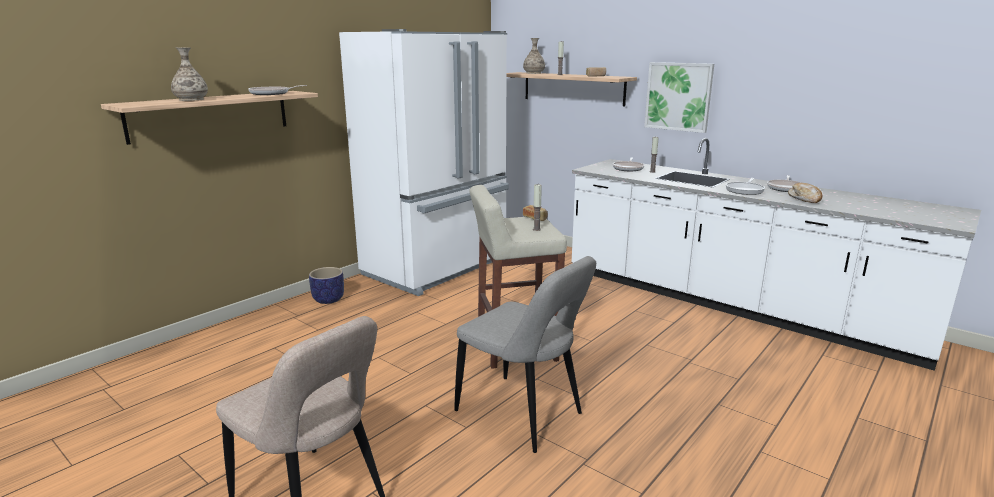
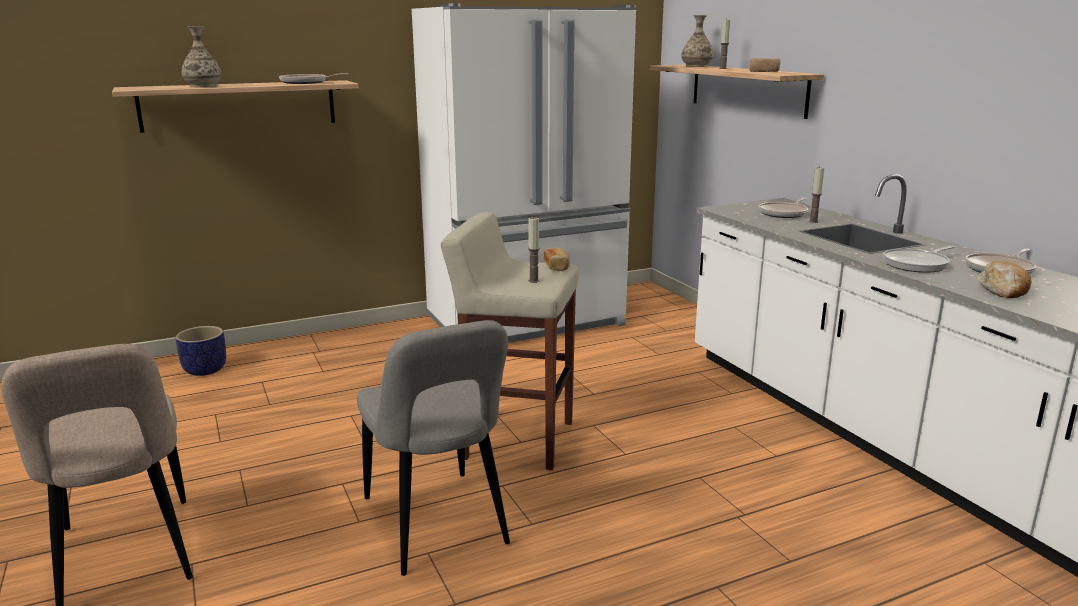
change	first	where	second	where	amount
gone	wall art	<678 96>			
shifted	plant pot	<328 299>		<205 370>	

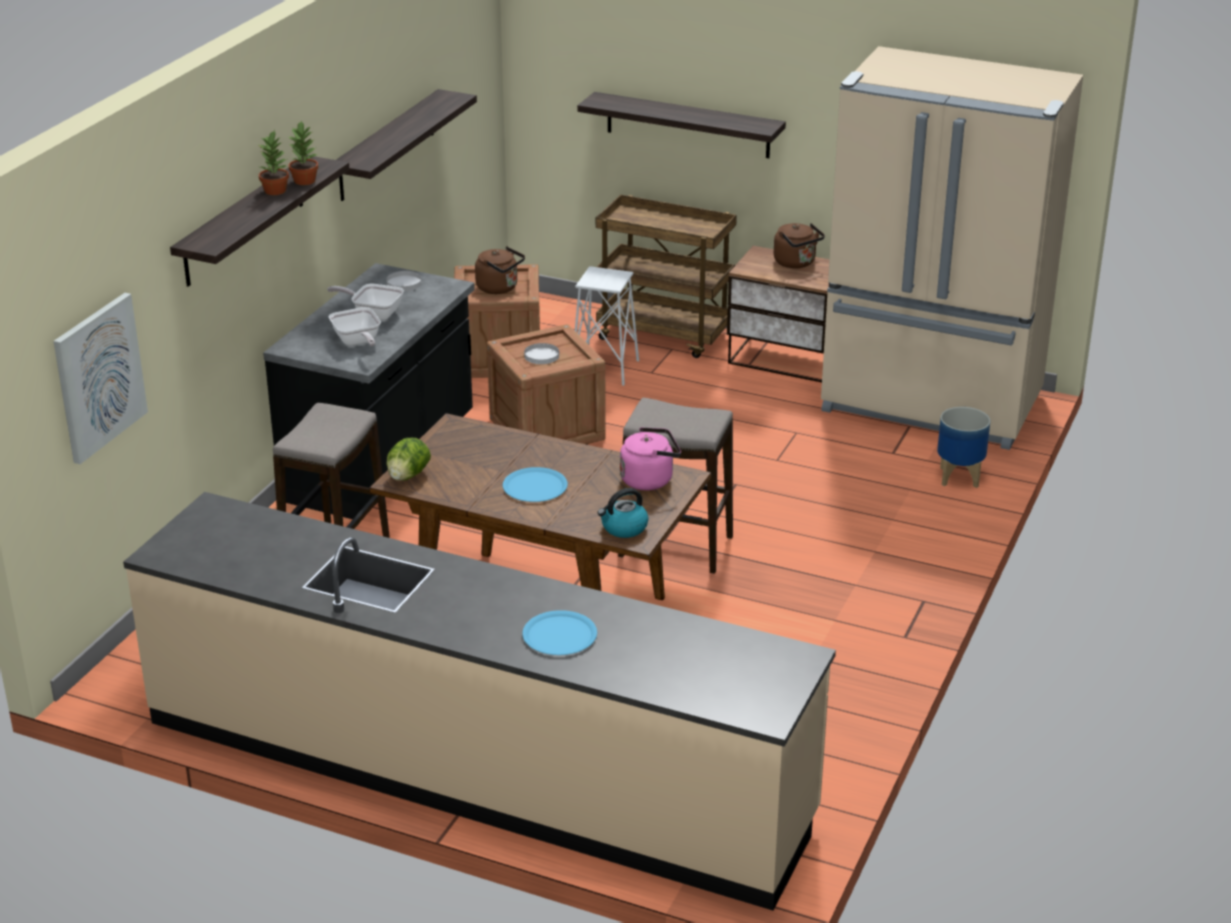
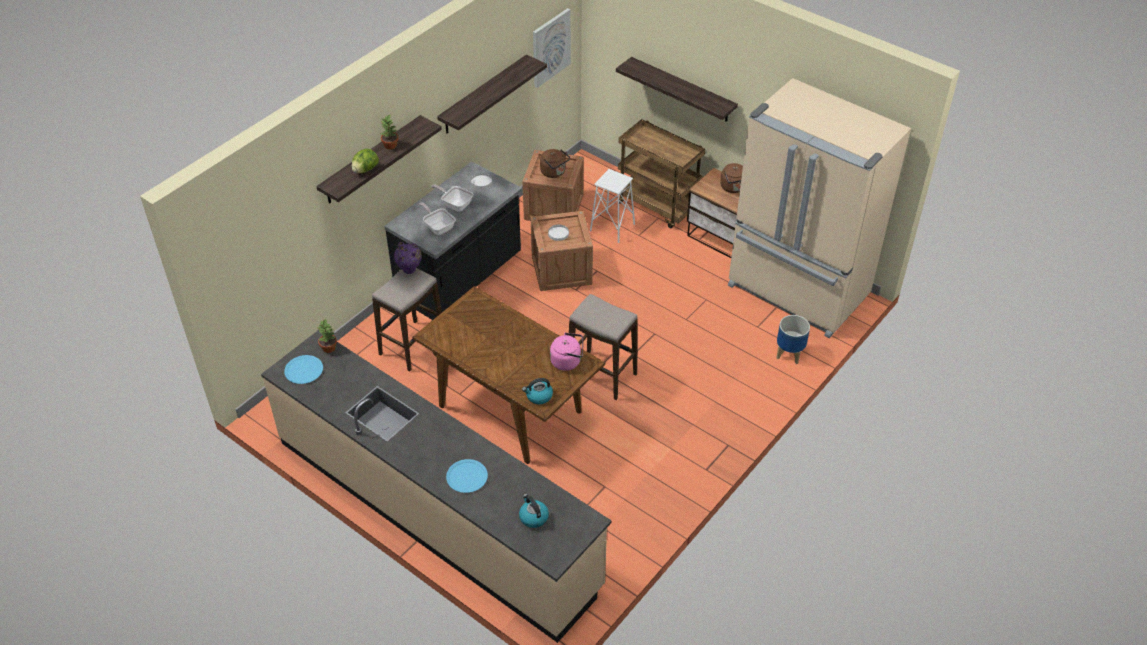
change	first	where	second	where	amount
shifted	houseplant	<305 181>		<329 348>	
shifted	wall art	<99 377>		<550 47>	
rotated	skillet	<357 342>		<438 227>	150 degrees clockwise
shifted	head of lettuce	<408 476>		<365 170>	
shifted	blue-coloured flat dish	<535 486>		<304 370>	
new			purplish decorative vase	<410 271>	
new			water kettle	<533 517>	

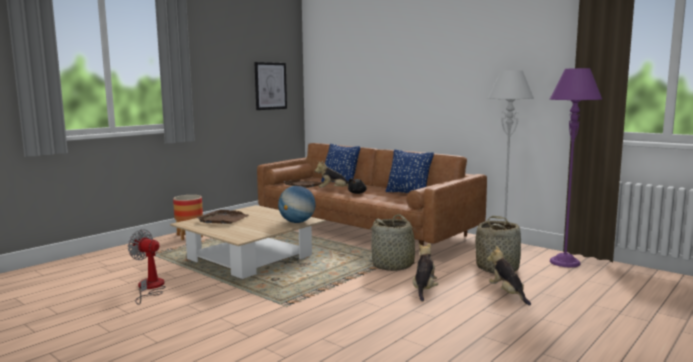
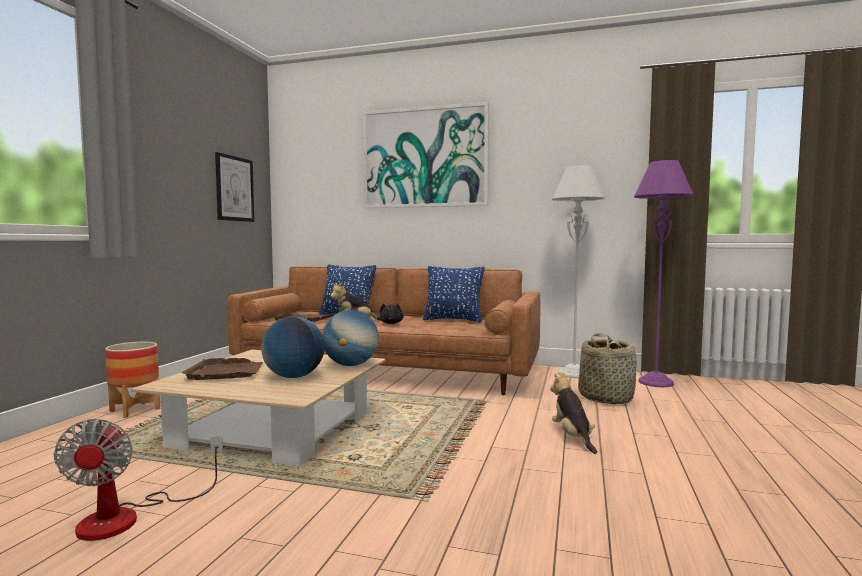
change	first	where	second	where	amount
gone	household basket	<393 265>			
rotated	cooling fan	<150 288>		<129 517>	105 degrees counterclockwise
gone	cuddly toy	<507 294>			
new			wall art	<425 158>	
new			world globe	<294 377>	

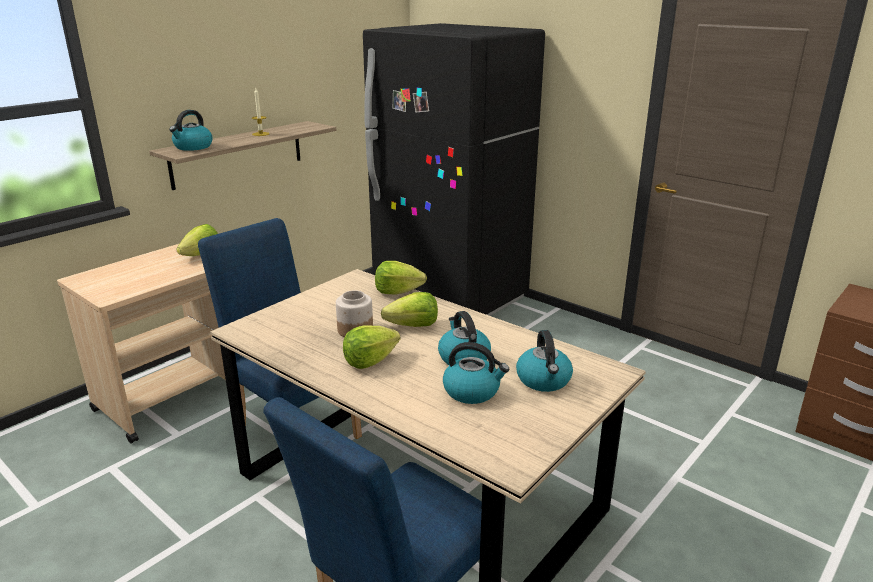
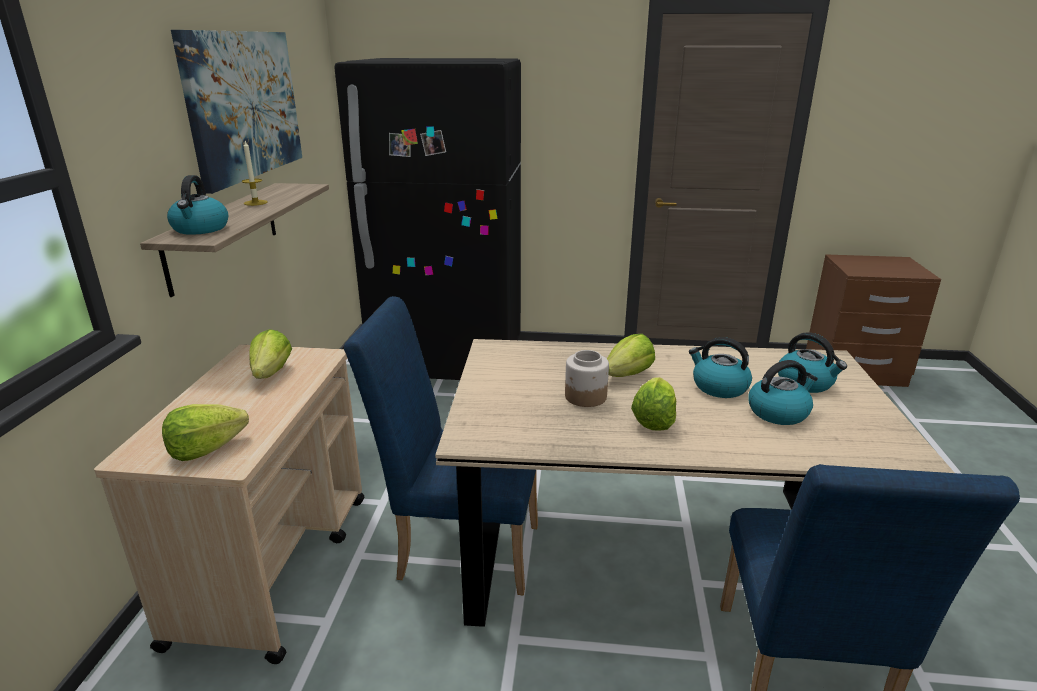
change	first	where	second	where	amount
shifted	head of lettuce	<397 291>		<206 449>	
new			wall art	<244 105>	

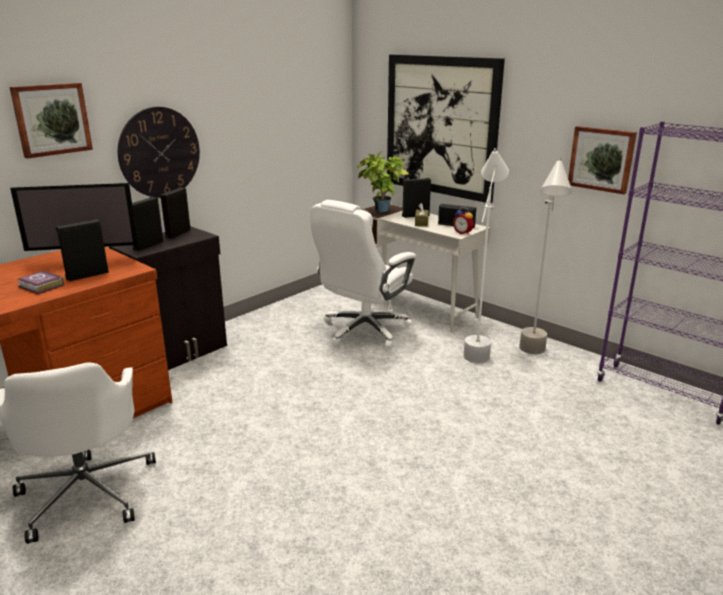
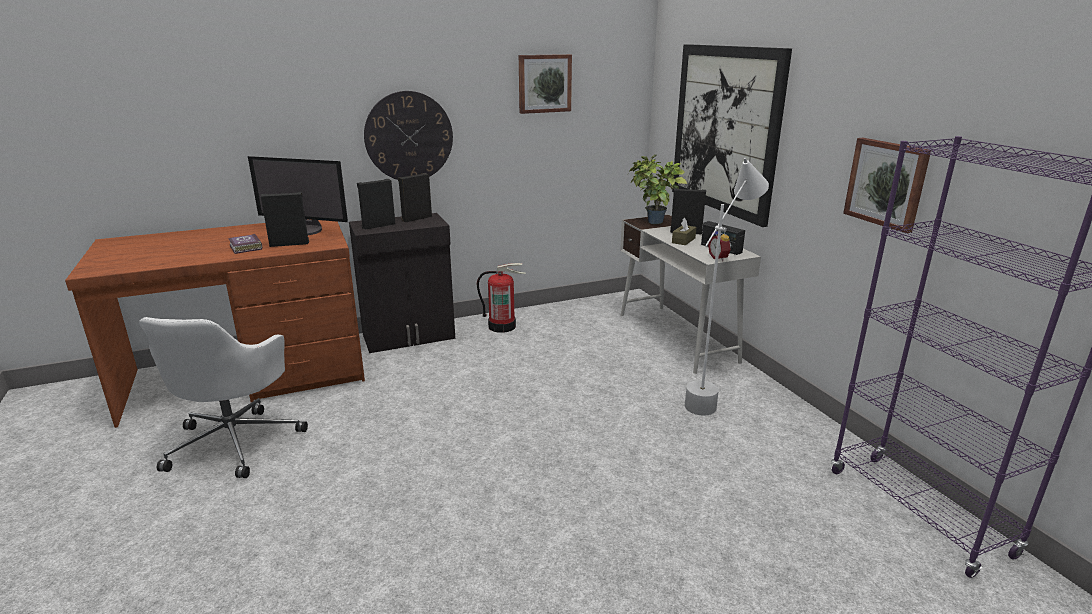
change	first	where	second	where	amount
shifted	wall art	<51 119>		<544 83>	
gone	grey standard lamp	<533 358>			
gone	white computer chair	<363 330>			
new			fire extinguisher	<502 326>	

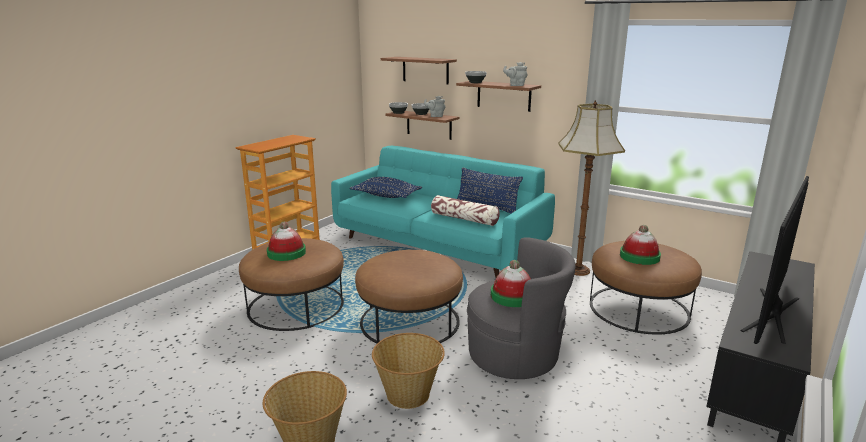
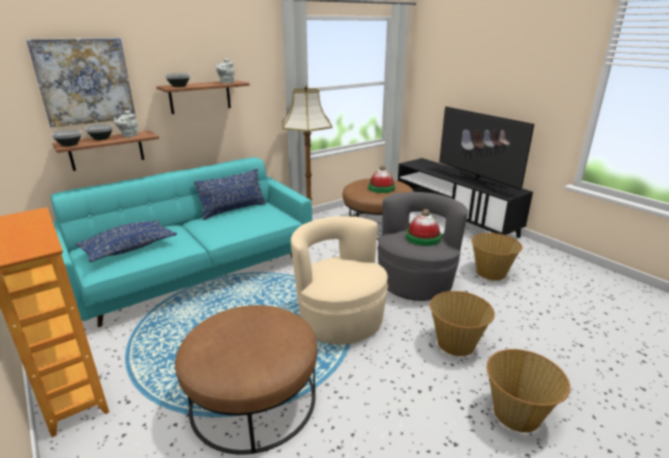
change	first	where	second	where	amount
swapped	wall shelf	<425 70>	wall art	<85 81>	
gone	pillow	<464 219>			
gone	hat	<286 253>			
swapped	brownish ottoman	<410 321>	beige lounge chair	<340 320>	
new			household basket	<491 272>	

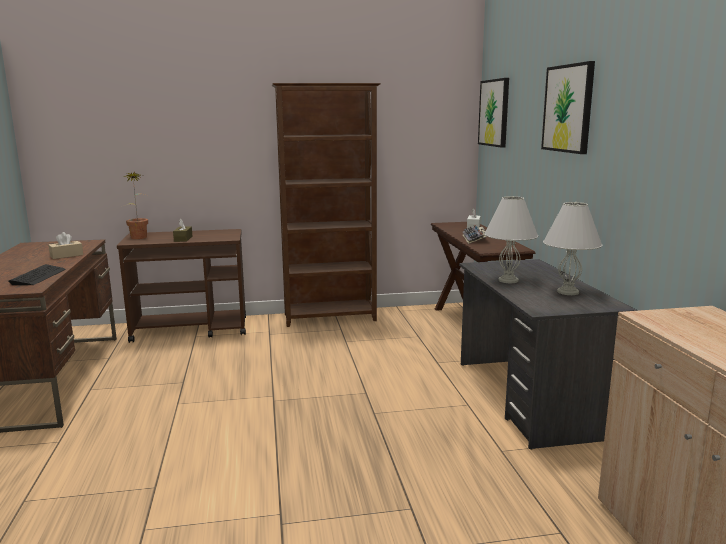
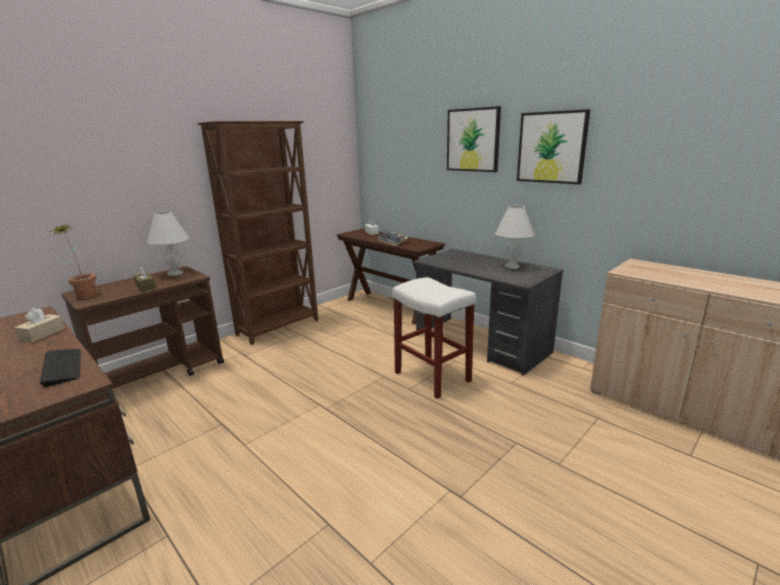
change	first	where	second	where	amount
shifted	wall art	<494 113>		<551 147>	
shifted	white tabletop lamp	<507 280>		<175 273>	
new			white stool	<431 376>	

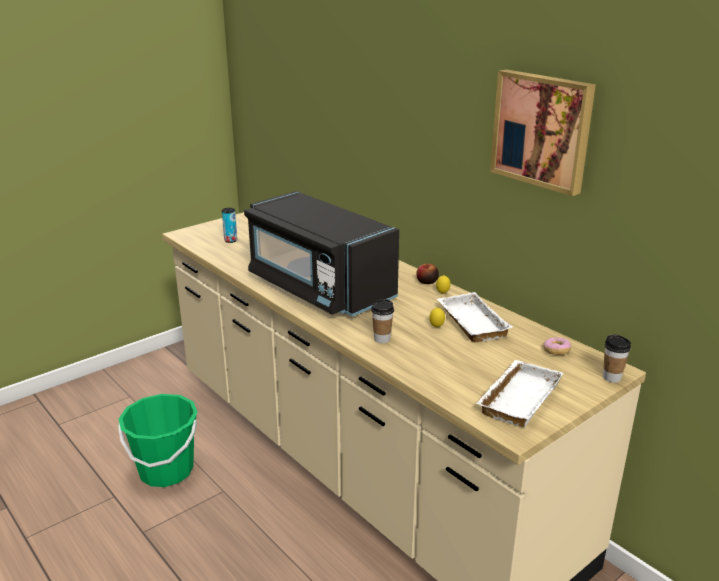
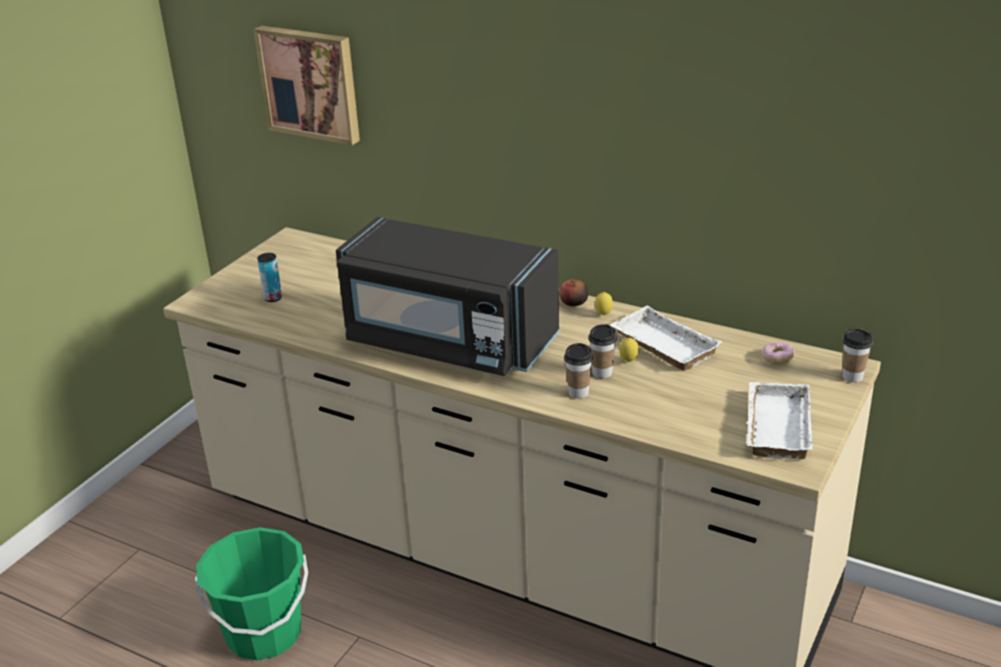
change	first	where	second	where	amount
shifted	wall art	<542 130>		<311 83>	
new			drinking cup	<602 373>	

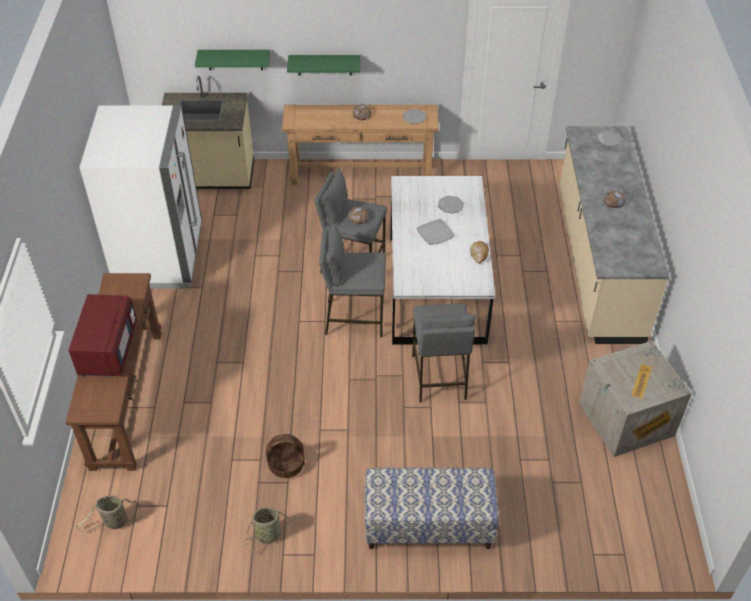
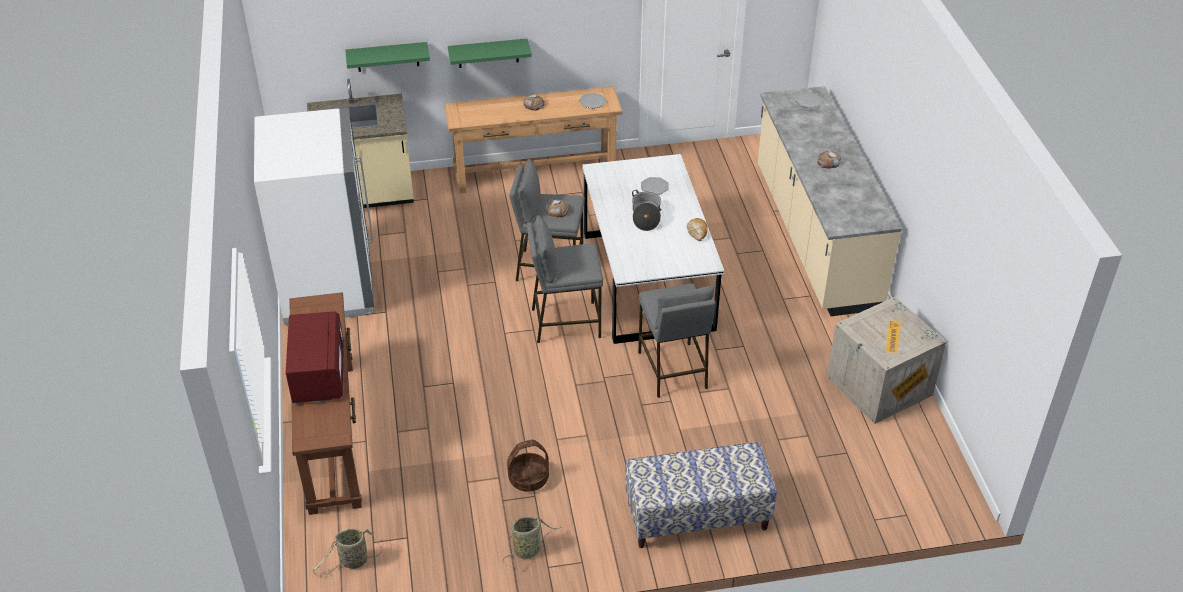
change	first	where	second	where	amount
swapped	flat dish	<436 233>	saucepot	<646 216>	

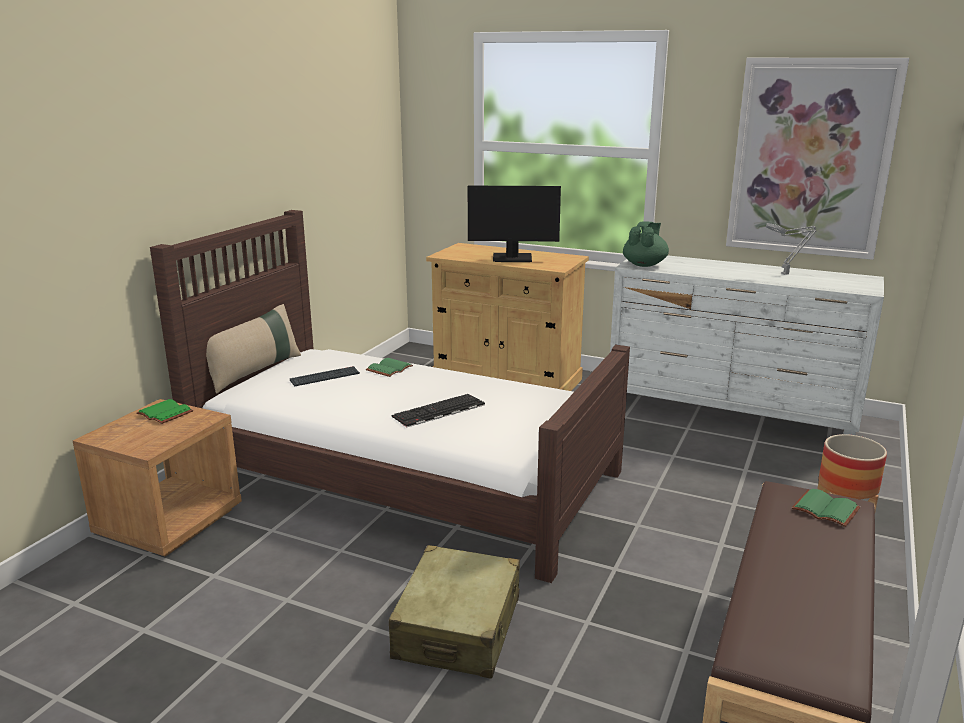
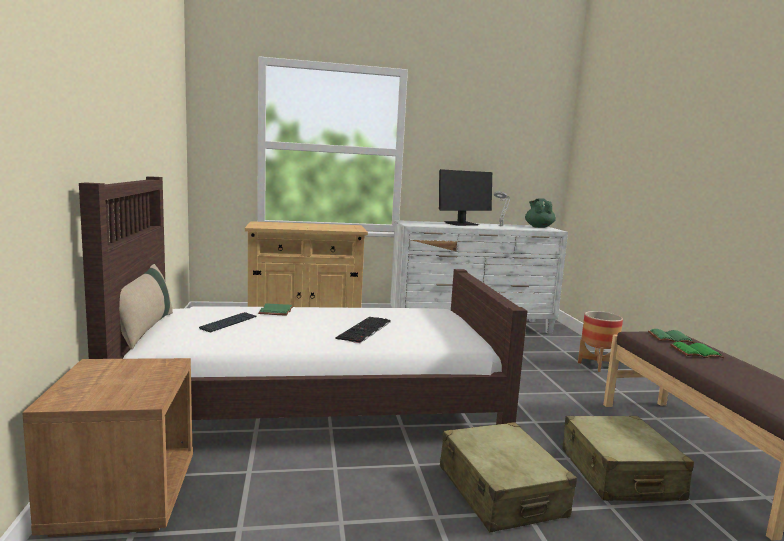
change	first	where	second	where	amount
gone	wall art	<811 158>			
shifted	computer display	<512 258>		<461 224>	
shifted	green pot for tea	<644 264>		<538 227>	
shifted	green volume	<163 414>		<696 353>	
new			beige piece of luggage	<619 474>	

